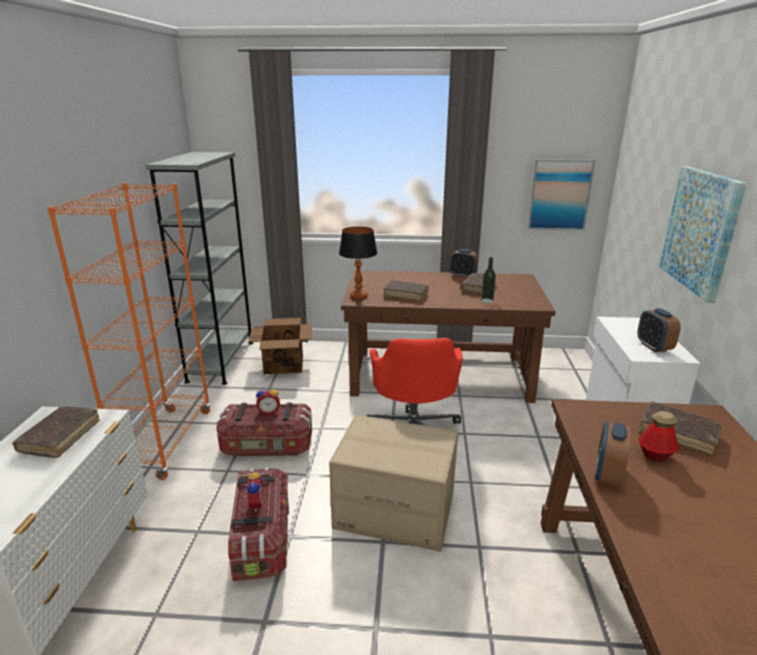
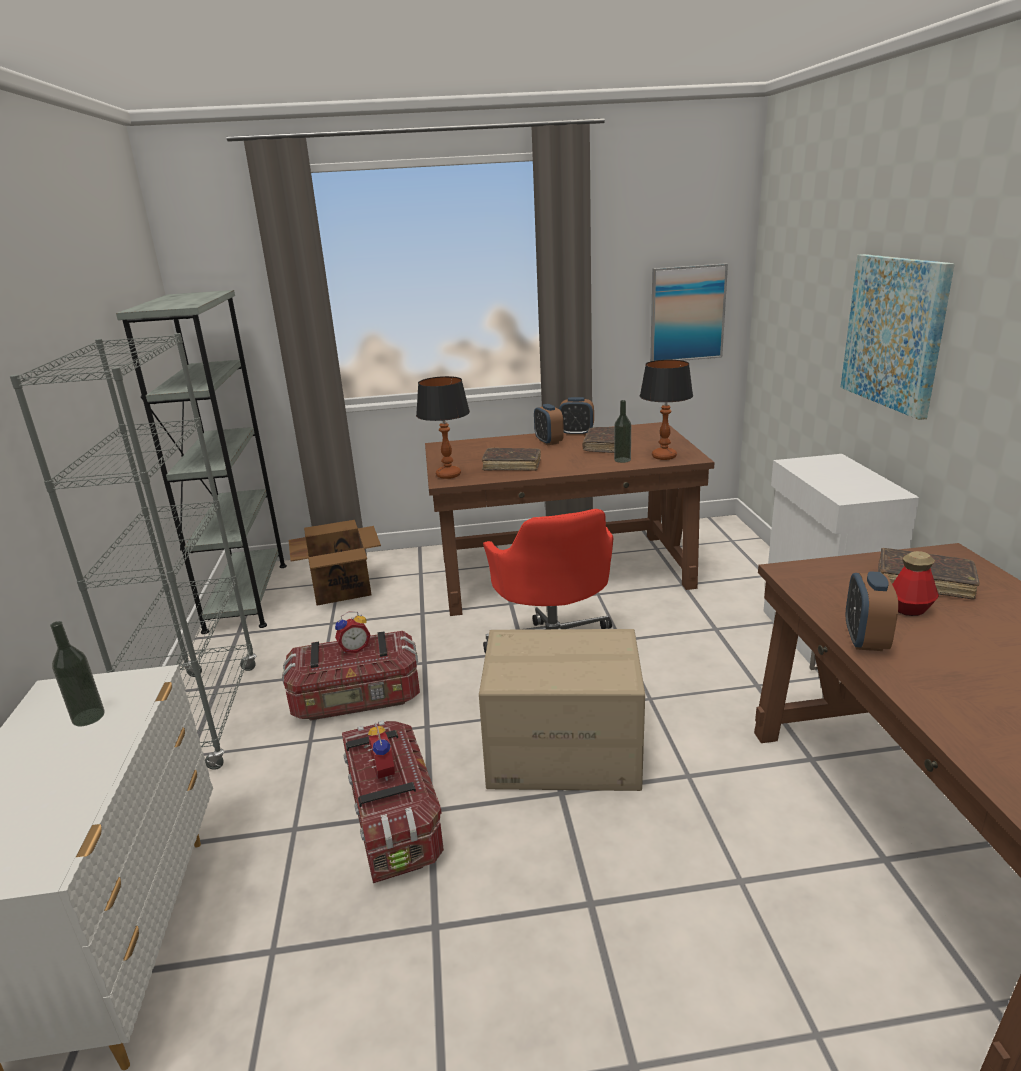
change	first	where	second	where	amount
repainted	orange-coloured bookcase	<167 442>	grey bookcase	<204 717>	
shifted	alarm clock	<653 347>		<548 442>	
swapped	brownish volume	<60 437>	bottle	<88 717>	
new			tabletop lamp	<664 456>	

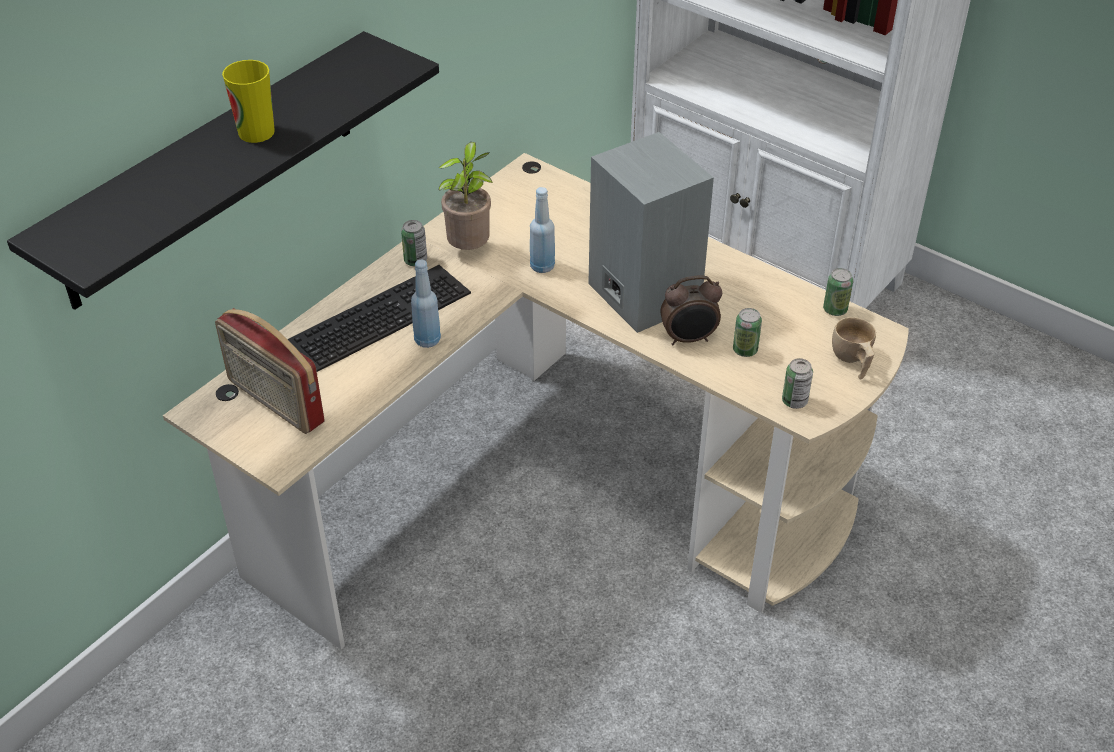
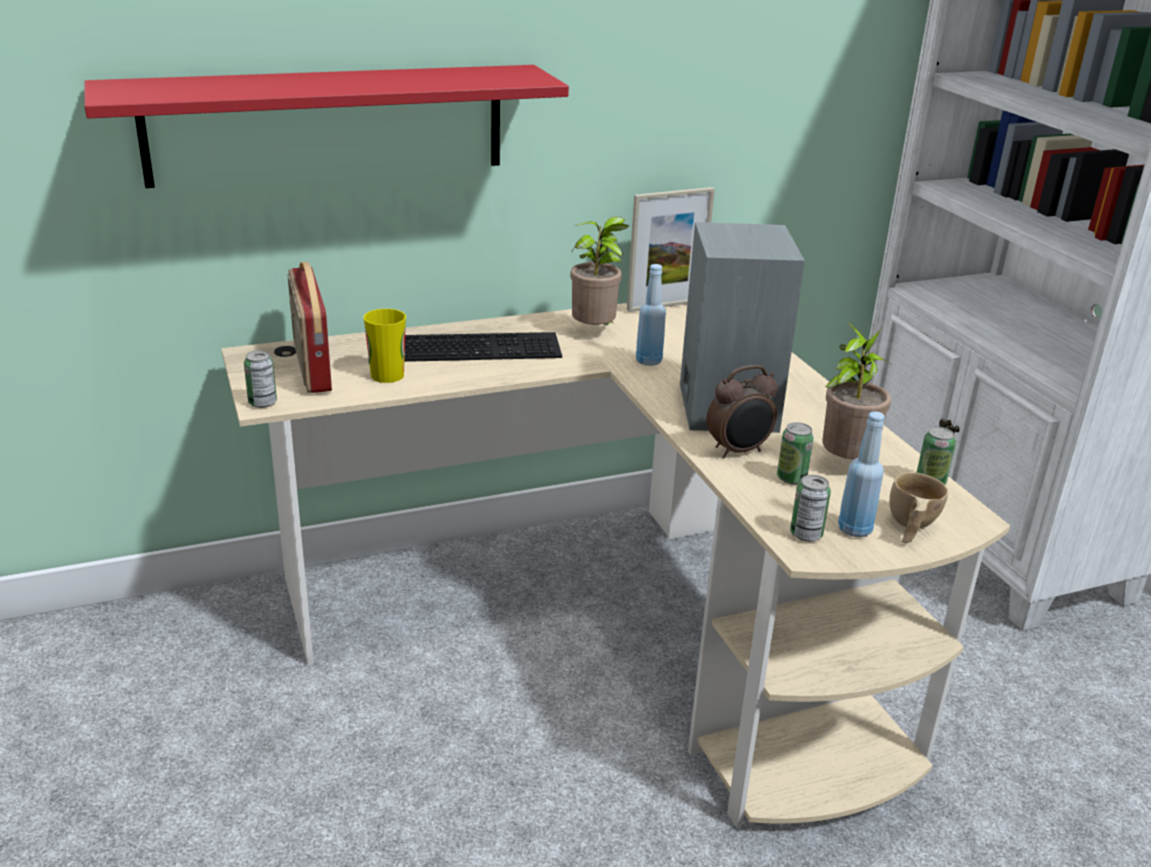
change	first	where	second	where	amount
repainted	black-coloured wall shelf	<211 170>	red-coloured wall shelf	<327 124>	
shifted	drinking cup	<256 132>		<387 375>	
shifted	sealed can	<415 261>		<262 403>	
shifted	blue-coloured bottle	<427 340>		<855 529>	
rotated	alarm clock	<689 339>		<738 451>	45 degrees counterclockwise
new			standing frame	<665 305>	
new			houseplant	<844 464>	

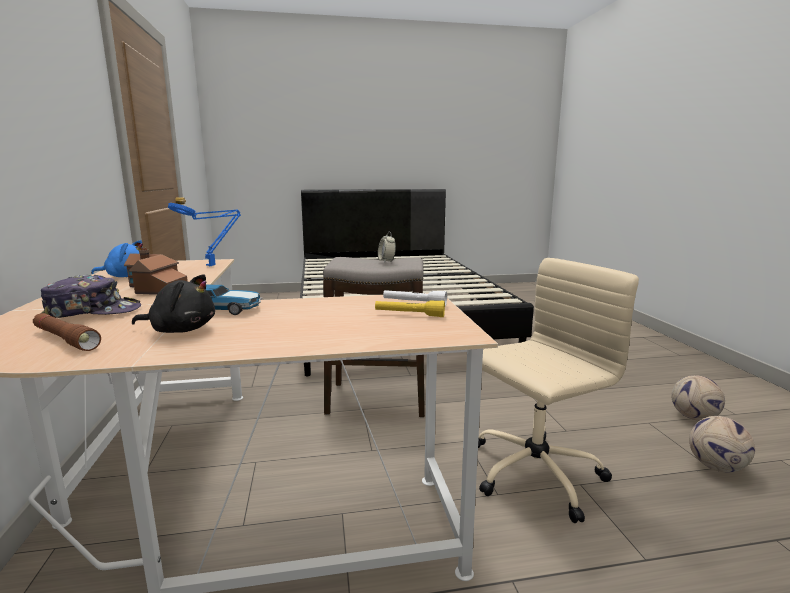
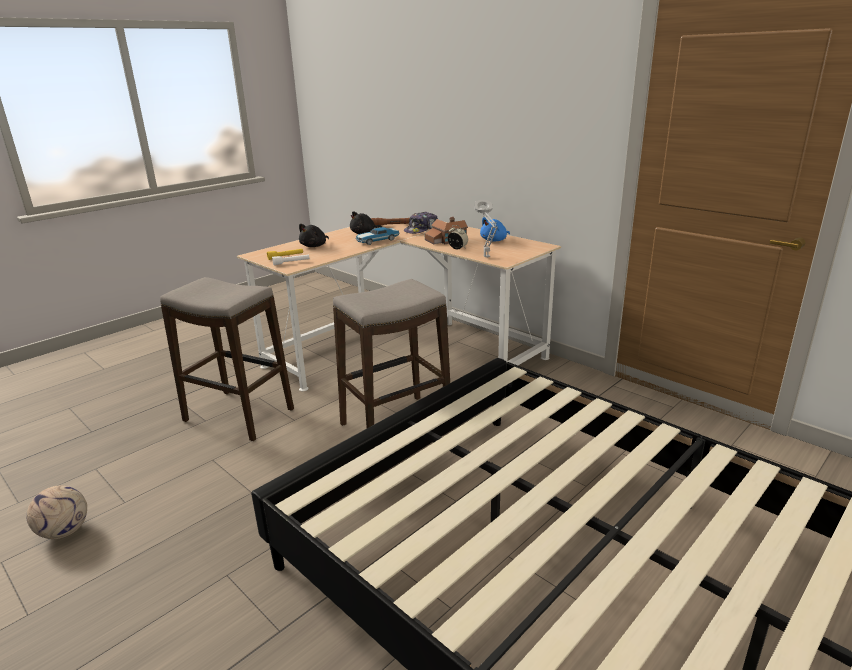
change	first	where	second	where	amount
repainted	blue-coloured tabletop lamp	<213 265>	grey tabletop lamp	<487 258>	
shifted	alarm clock	<386 261>		<457 248>	
swapped	beige computer chair	<532 473>	stool	<239 415>	
gone	ball for football	<715 467>			
new			black-coloured cuddly toy	<314 246>	

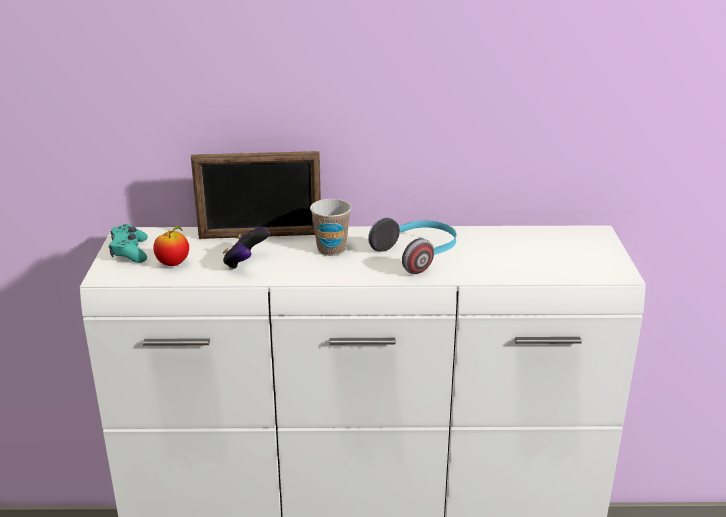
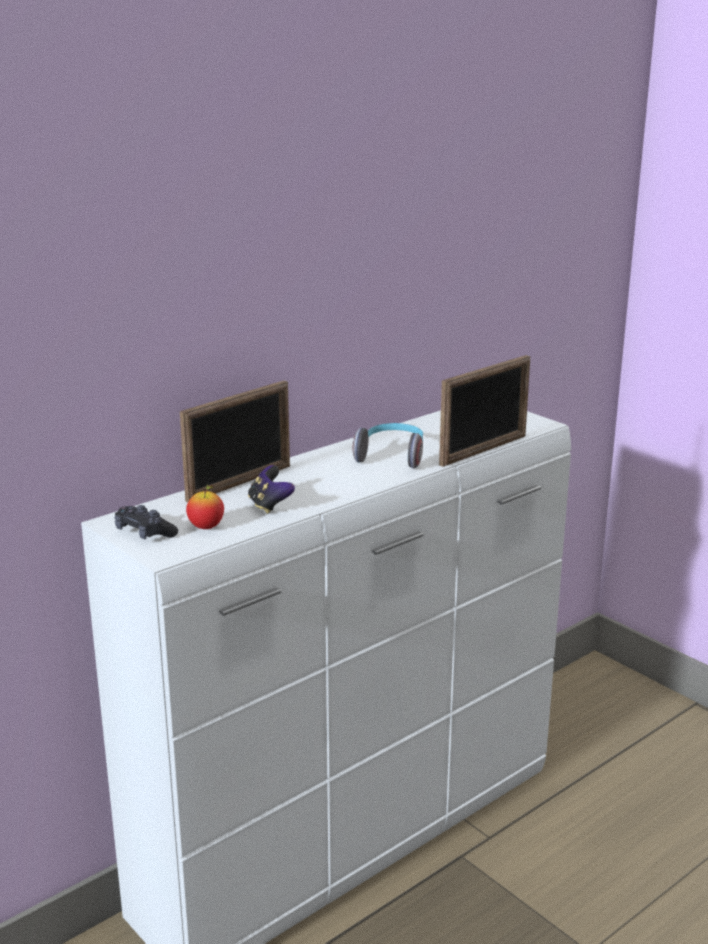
change	first	where	second	where	amount
gone	drinking cup	<331 249>			
repainted	blue-green joypad	<129 252>	black-coloured joypad	<144 533>	
new			standing frame	<484 450>	

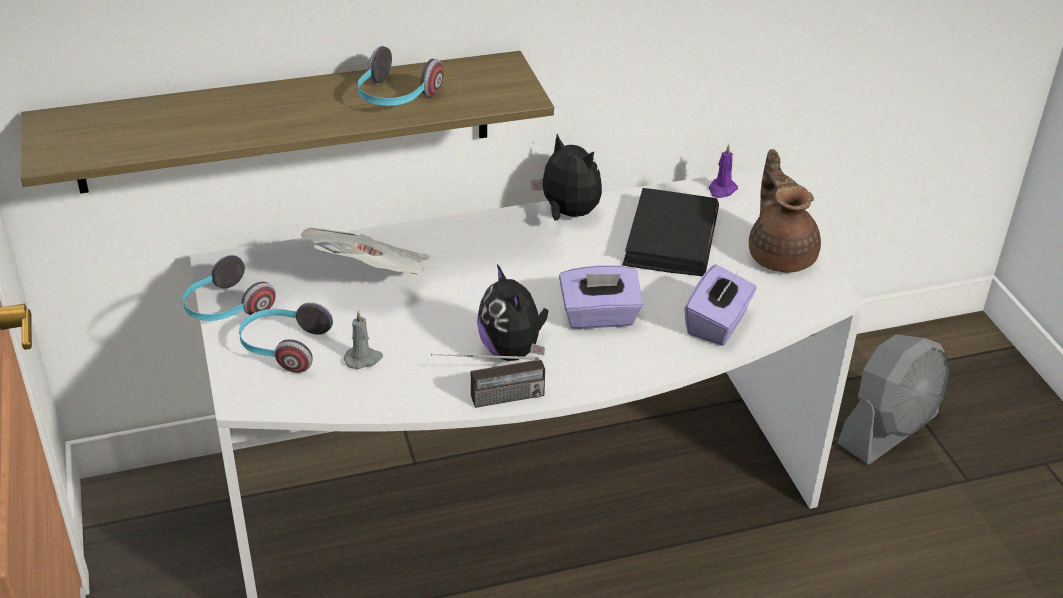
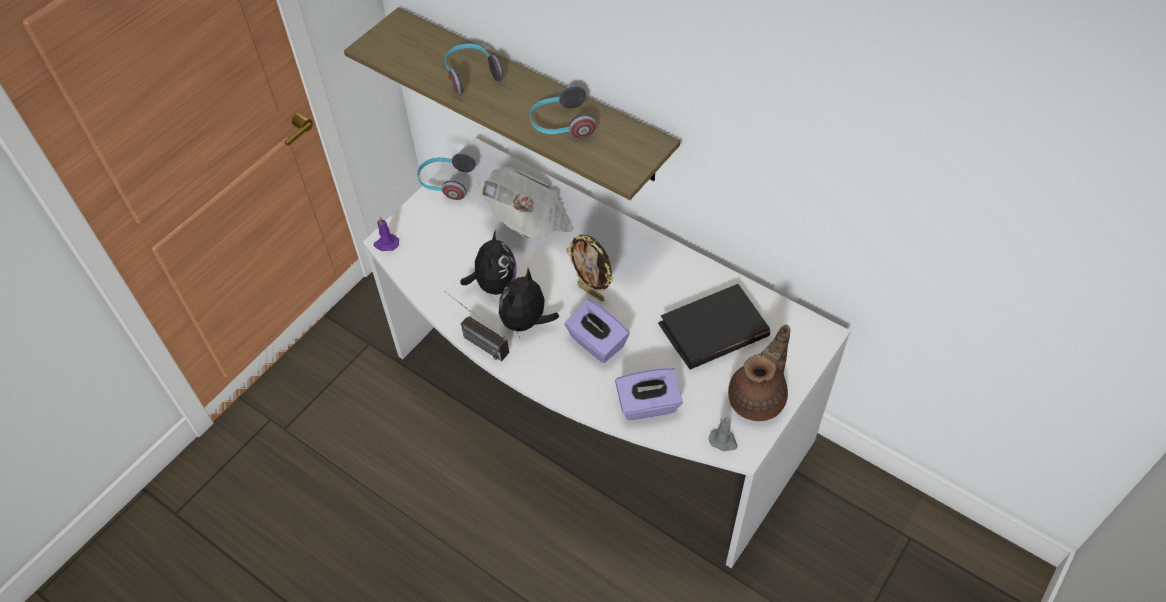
change	first	where	second	where	amount
shifted	cuddly toy	<567 214>		<494 284>	
shifted	purplish wax light	<722 190>		<386 244>	
shifted	headphones	<283 348>		<471 75>	
shifted	grey wax light	<363 359>		<723 441>	
gone	grey cooling fan	<888 430>			
new			standing frame	<591 292>	

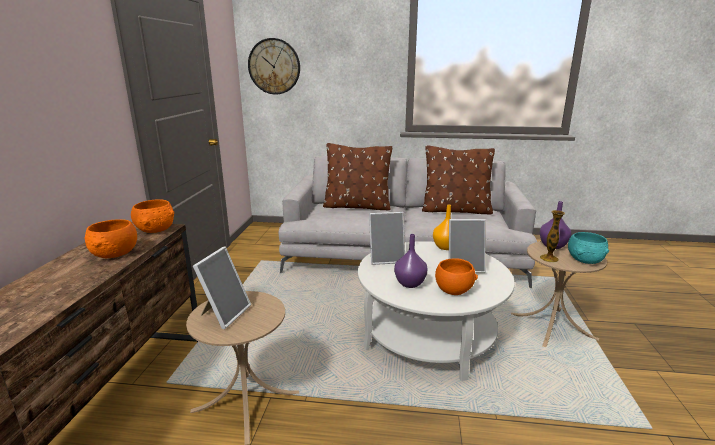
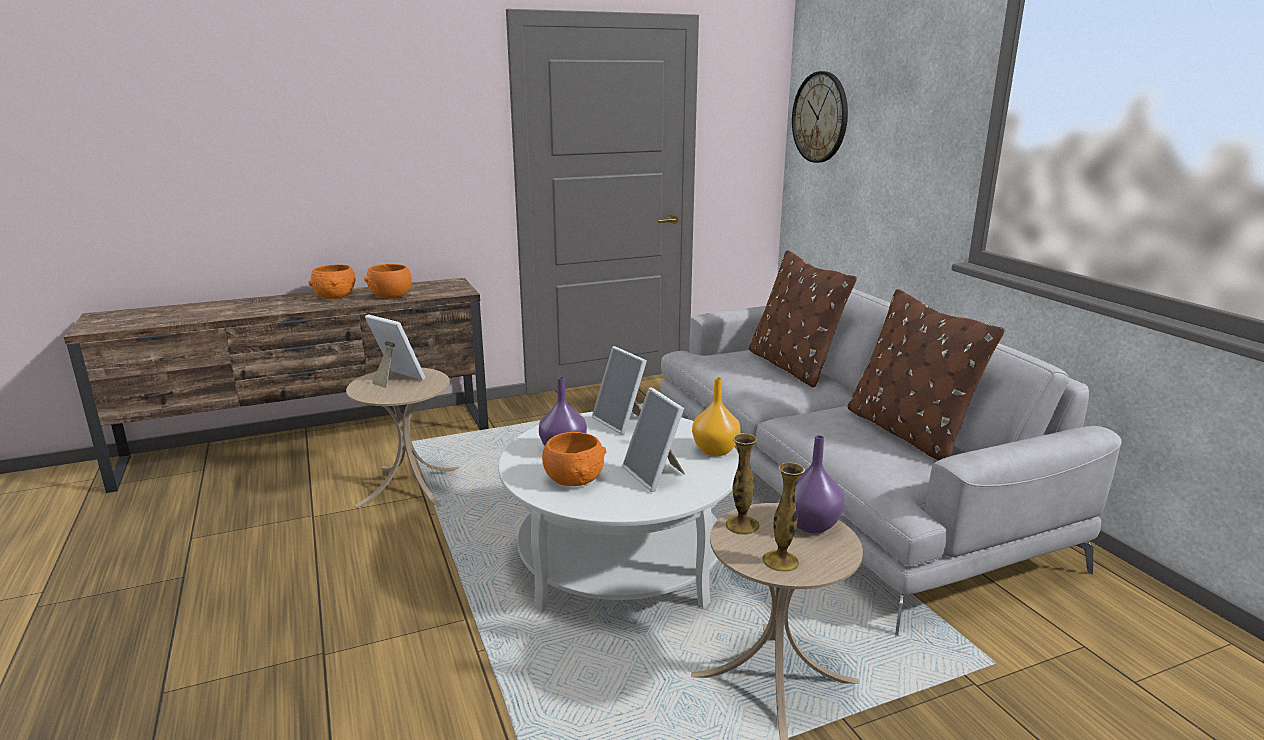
change	first	where	second	where	amount
shifted	orange-coloured bowl	<156 229>		<335 296>	
swapped	blue-green bowl	<585 260>	decorative vase	<780 561>	
rotated	standing frame	<224 314>		<395 379>	135 degrees counterclockwise

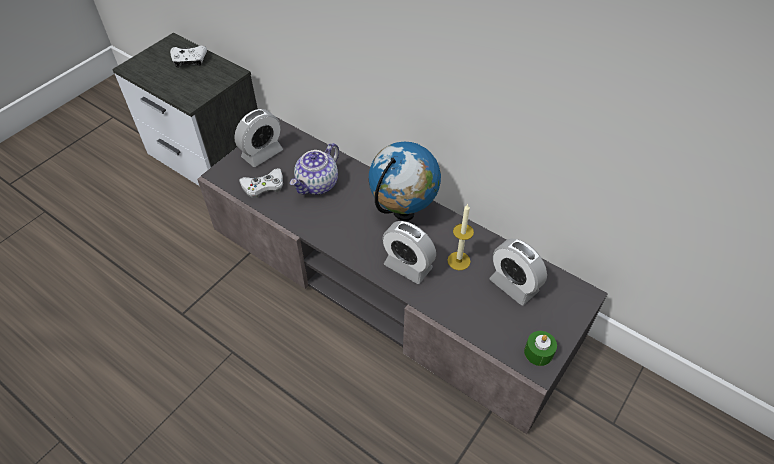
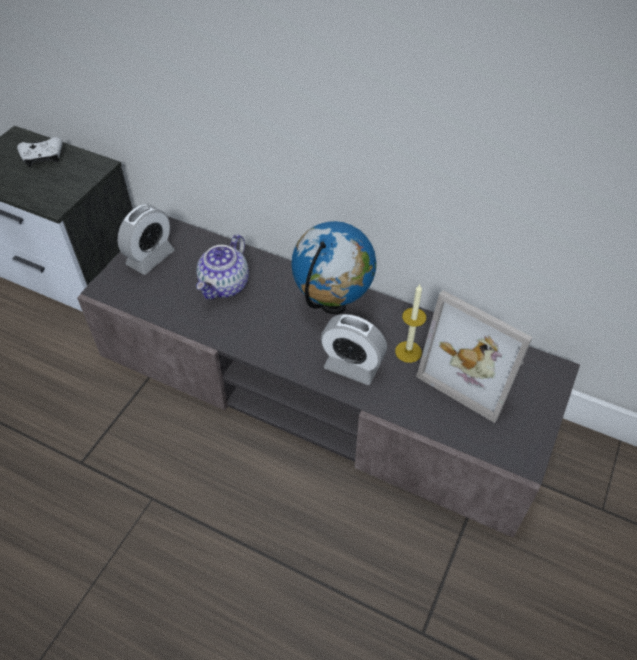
change	first	where	second	where	amount
gone	white joypad	<263 186>			
swapped	alarm clock	<513 285>	standing frame	<476 371>	
gone	green wax light	<538 352>			

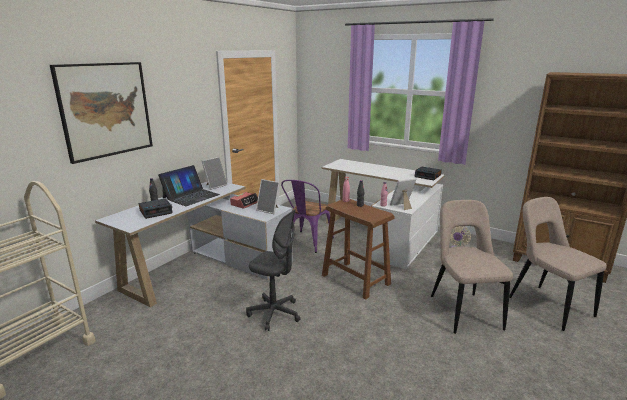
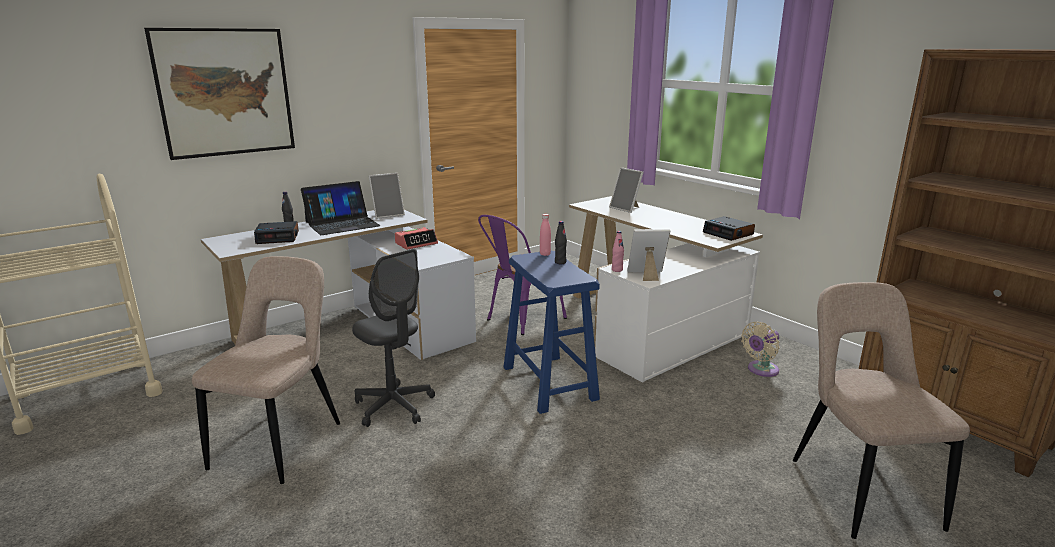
change	first	where	second	where	amount
shifted	standing frame	<269 210>		<626 208>	
repainted	brownish stool	<355 279>	blue-coloured stool	<549 382>	
shifted	beige chair	<463 310>		<281 442>	

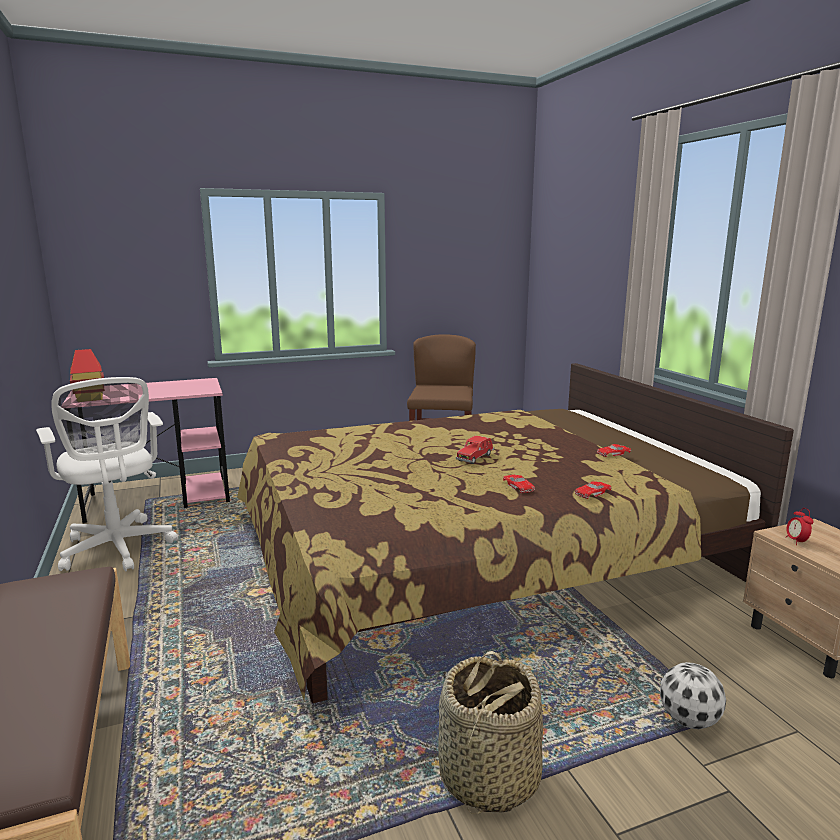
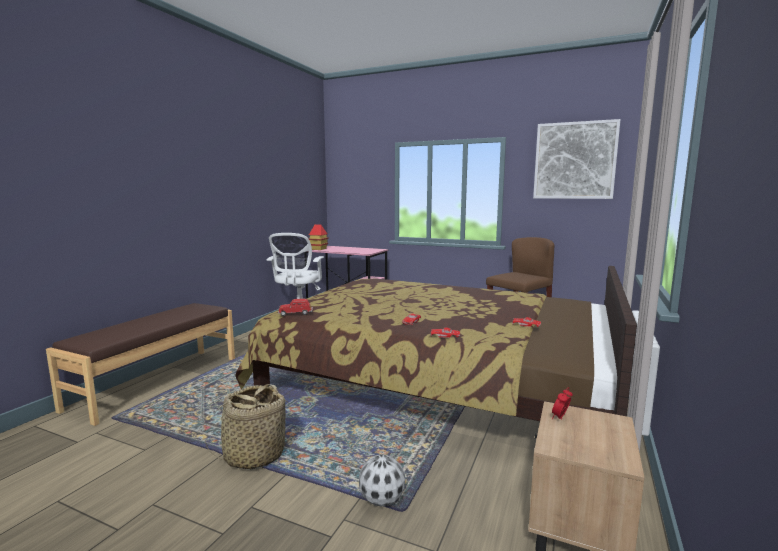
change	first	where	second	where	amount
shifted	red-coloured toy car	<475 458>		<295 313>	
new			wall art	<574 161>	

